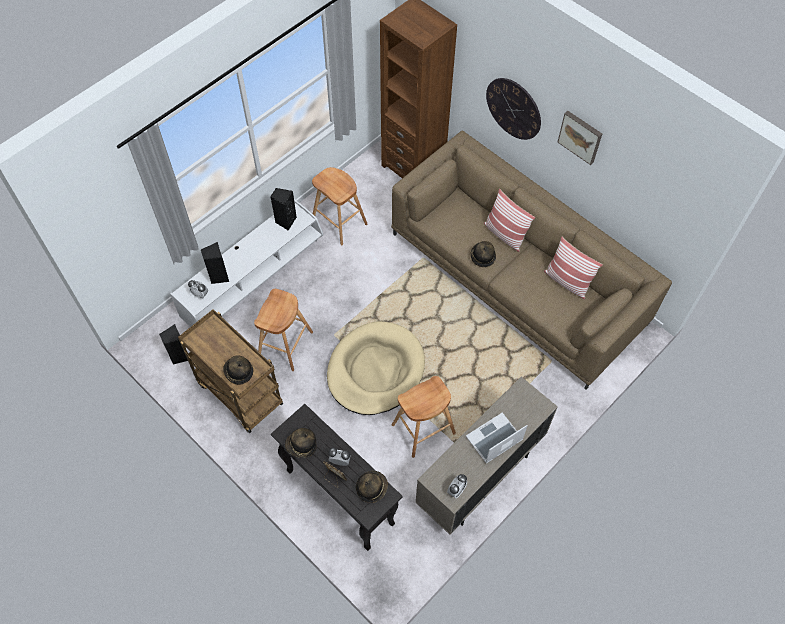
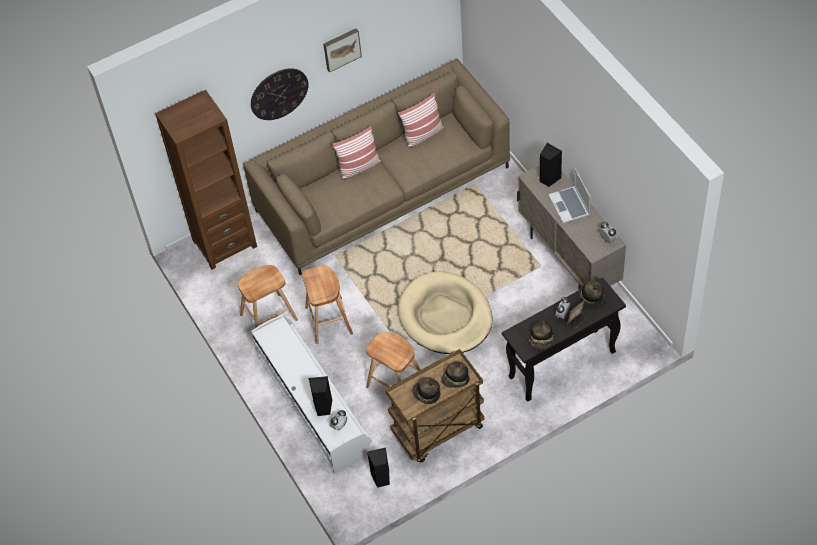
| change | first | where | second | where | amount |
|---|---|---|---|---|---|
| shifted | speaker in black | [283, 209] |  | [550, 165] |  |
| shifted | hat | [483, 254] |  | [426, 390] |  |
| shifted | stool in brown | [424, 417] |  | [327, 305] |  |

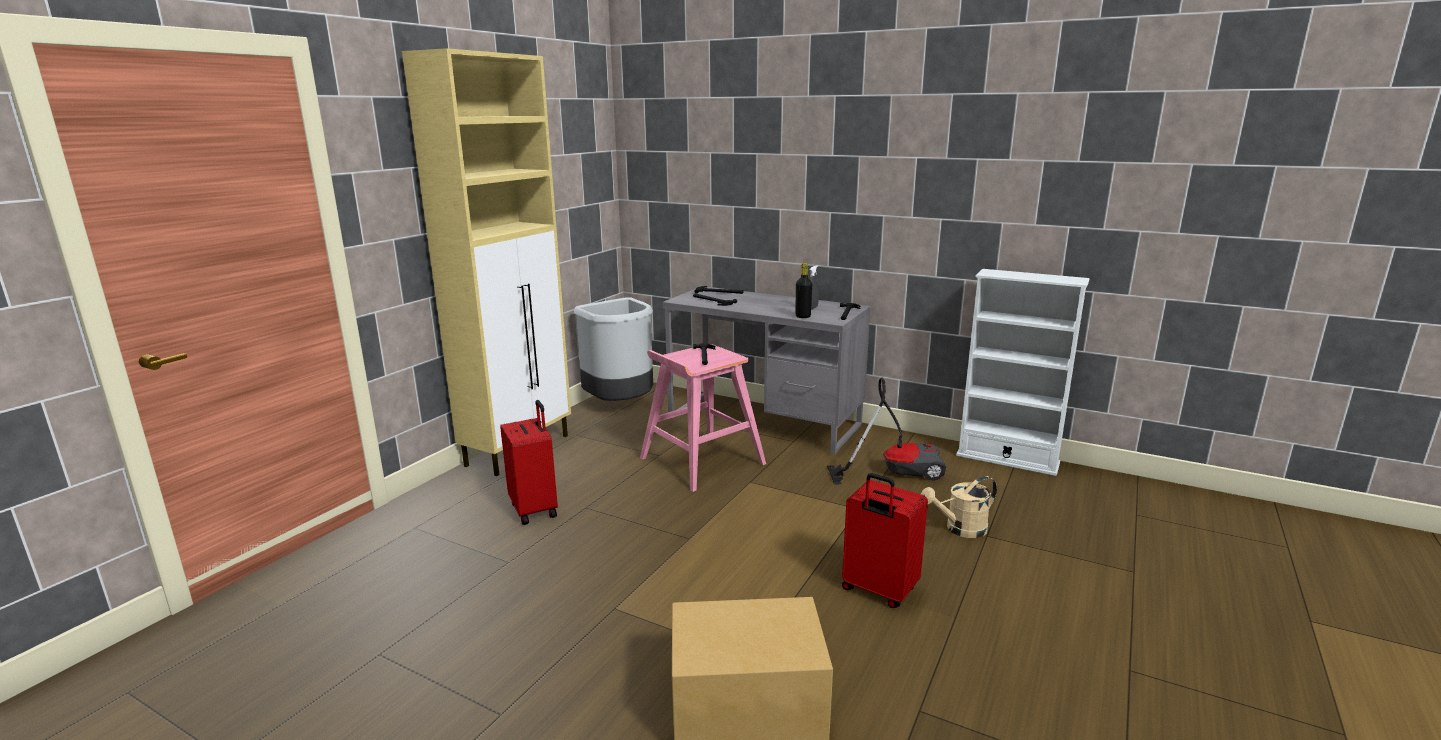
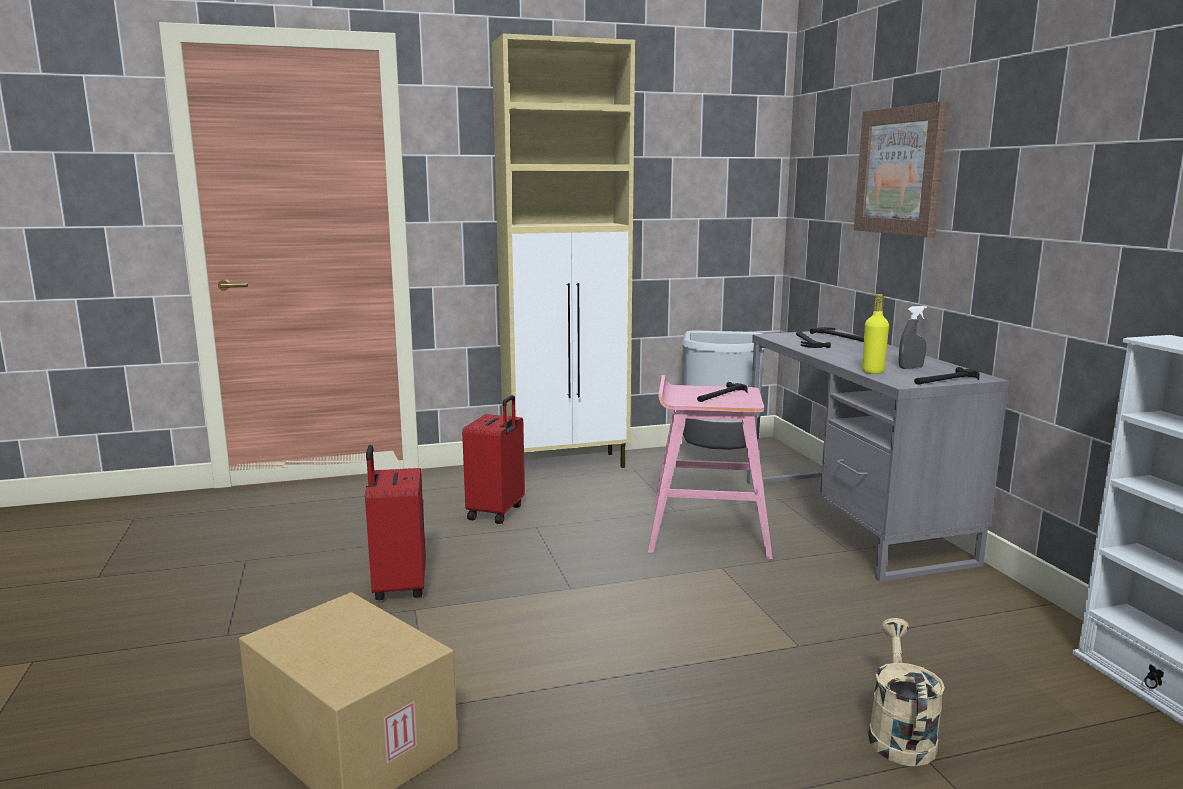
| change | first | where | second | where | amount |
|---|---|---|---|---|---|
| repainted | bottle in black | [803, 290] | bottle in yellow | [875, 334] |  |
| gone | vacuum cleaner | [886, 431] |  |  |  |
| shifted | suitcase in red | [885, 540] |  | [395, 522] |  |
| rotated | watering can in beige | [959, 507] |  | [906, 692] | 75 degrees clockwise |
| new |  |  | picture | [901, 169] |  |

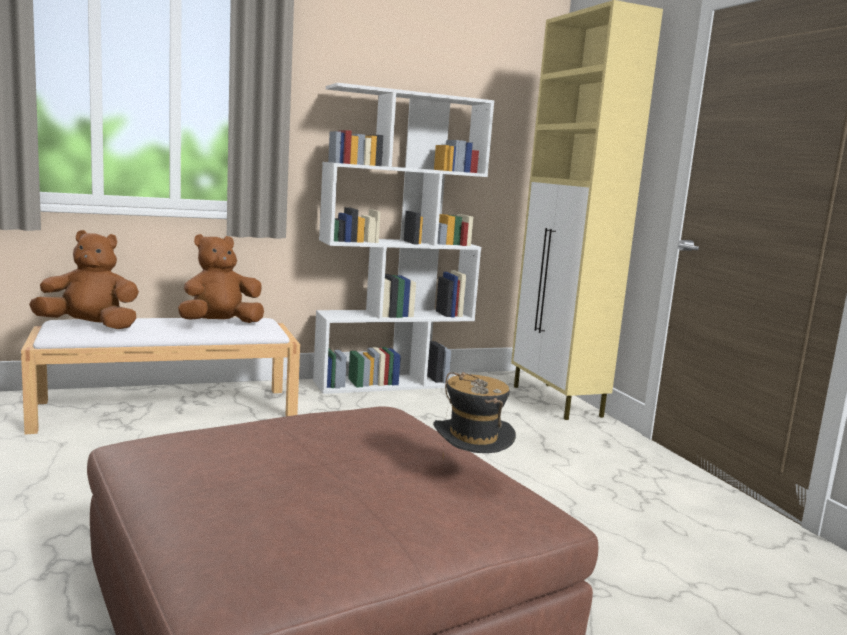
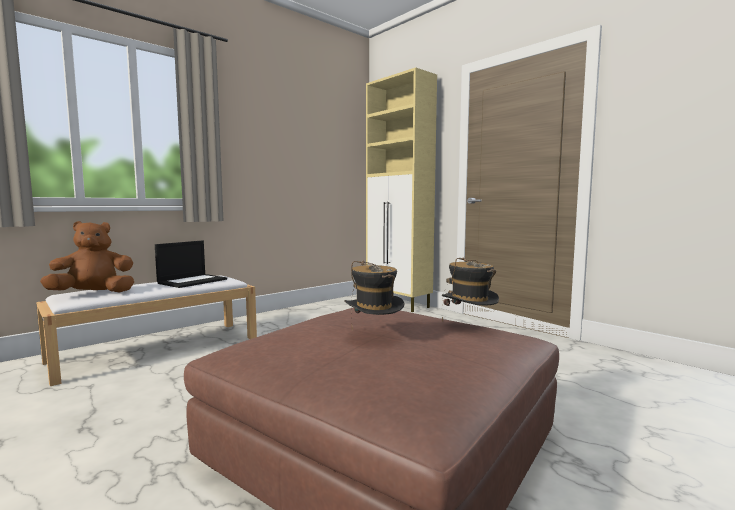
| change | first | where | second | where | amount |
|---|---|---|---|---|---|
| gone | bookcase in white | [404, 238] |  |  |  |
| swapped | plush toy in brown | [221, 278] | laptop | [191, 264] |  |
| new |  |  | hat | [374, 295] |  |

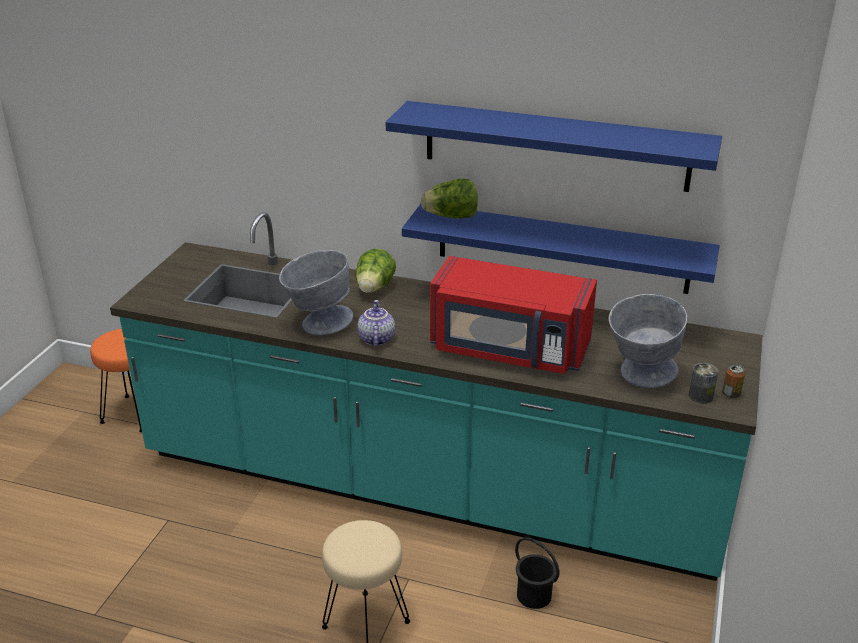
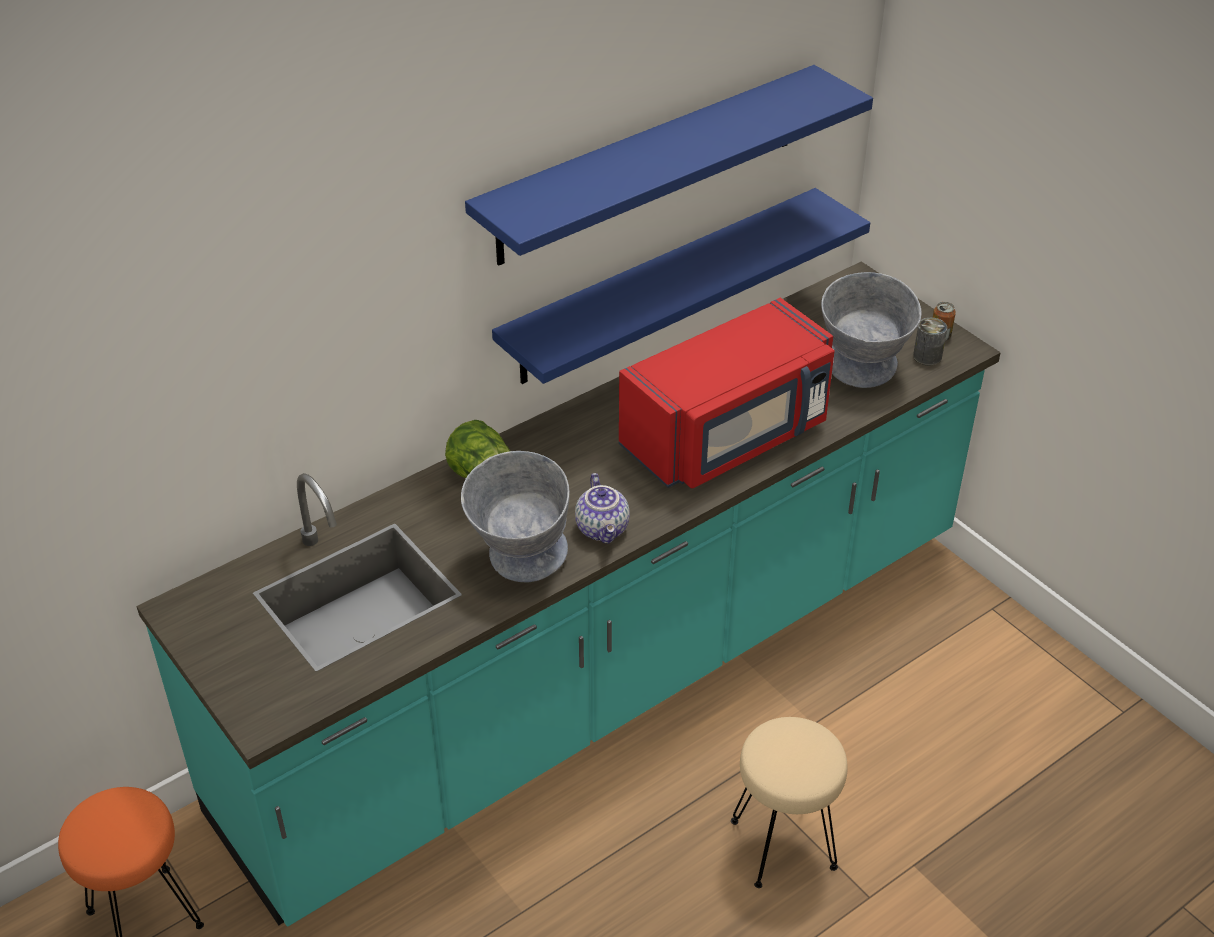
| change | first | where | second | where | amount |
|---|---|---|---|---|---|
| gone | lettuce | [449, 198] |  |  |  |
| rotated | teapot | [376, 323] |  | [602, 508] | 135 degrees counterclockwise |
| gone | bucket in black | [537, 573] |  |  |  |

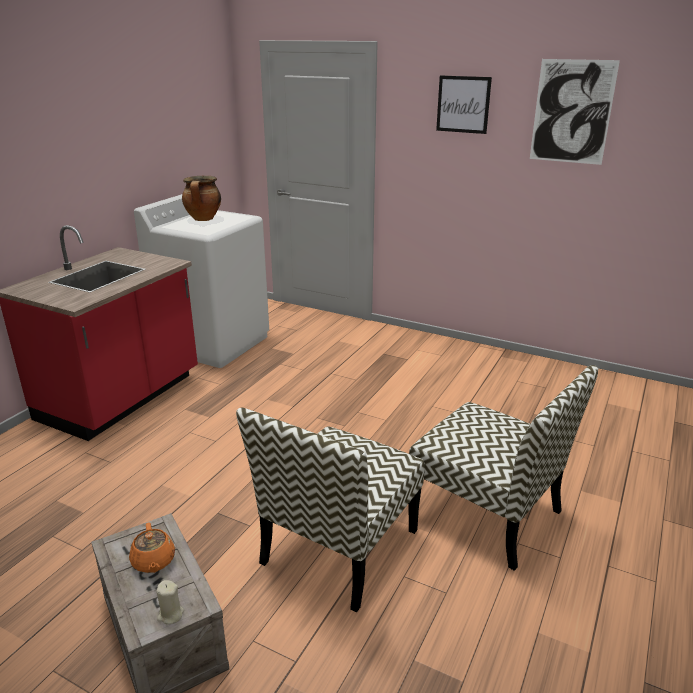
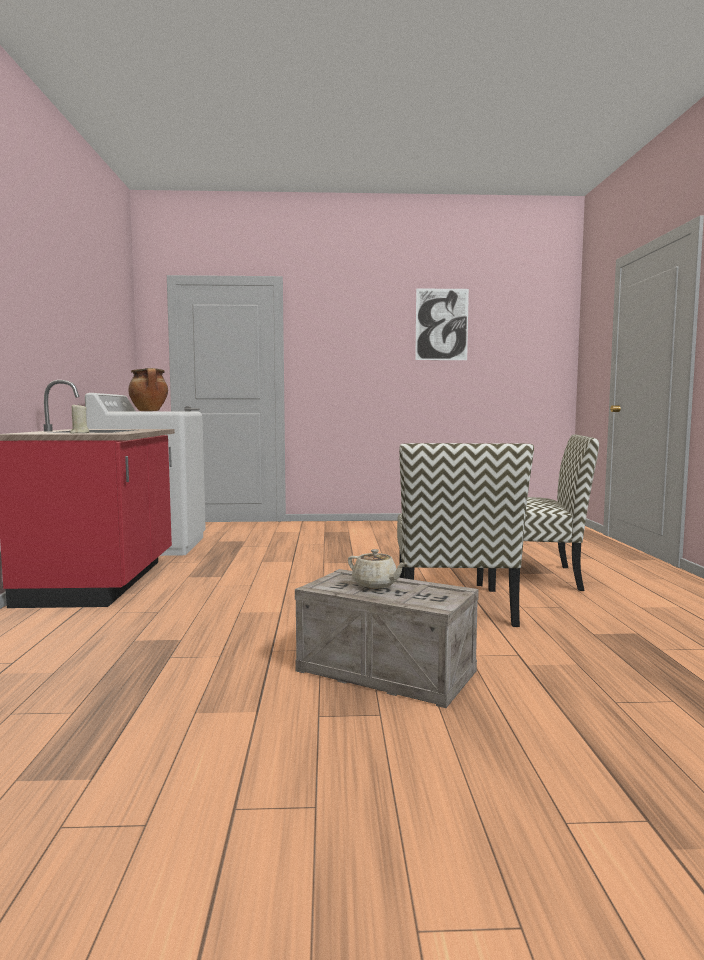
| change | first | where | second | where | amount |
|---|---|---|---|---|---|
| gone | picture | [464, 104] |  |  |  |
| repainted | teapot in orange | [152, 547] | teapot in beige | [377, 569] |  |
| shifted | candle in beige | [170, 602] |  | [79, 418] |  |

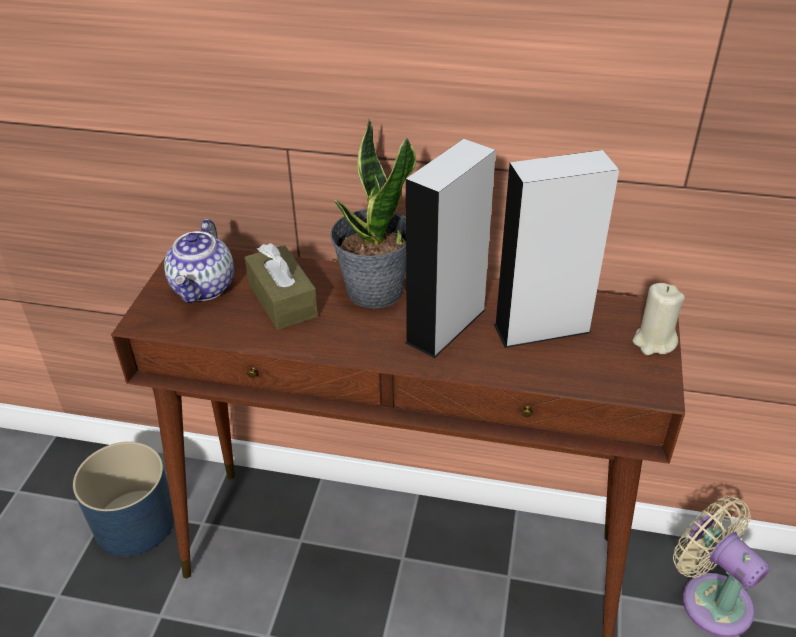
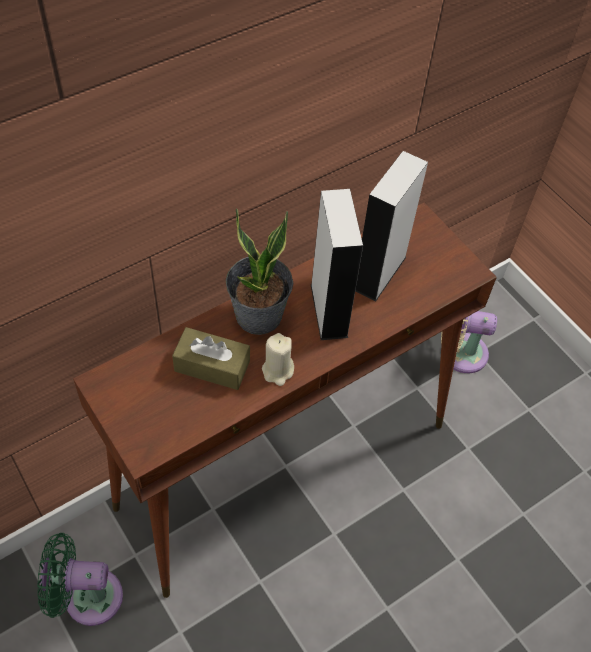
| change | first | where | second | where | amount |
|---|---|---|---|---|---|
| gone | teapot | [199, 261] |  |  |  |
| shifted | candle in beige | [659, 319] |  | [278, 359] |  |
| swapped | planter in blue | [123, 499] | fan in green | [80, 579] |  |

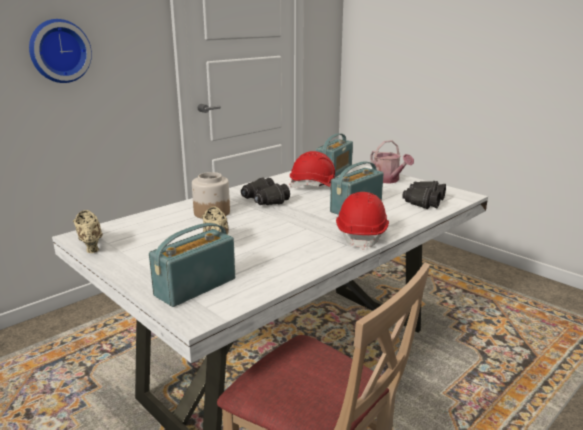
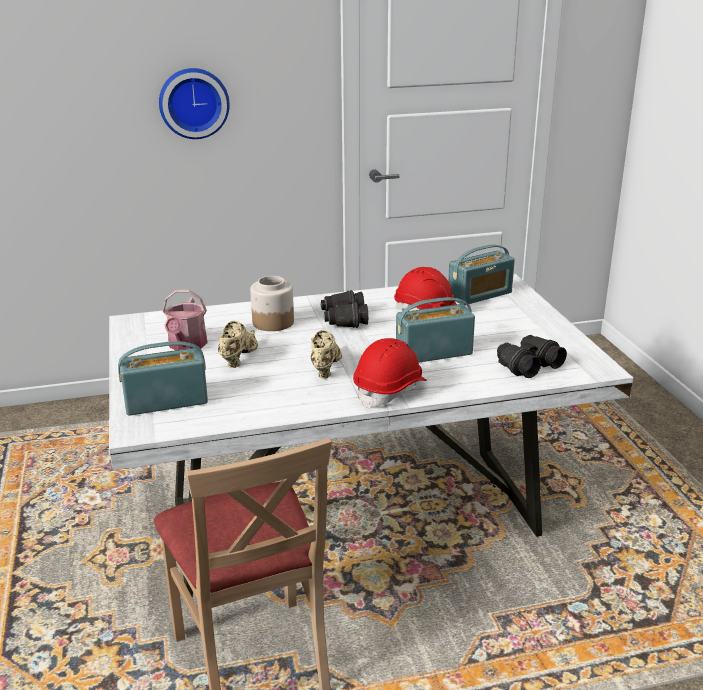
| change | first | where | second | where | amount |
|---|---|---|---|---|---|
| shifted | watering can | [392, 162] |  | [185, 320] |  |
| shifted | shoe in beige | [88, 231] |  | [326, 354] |  |

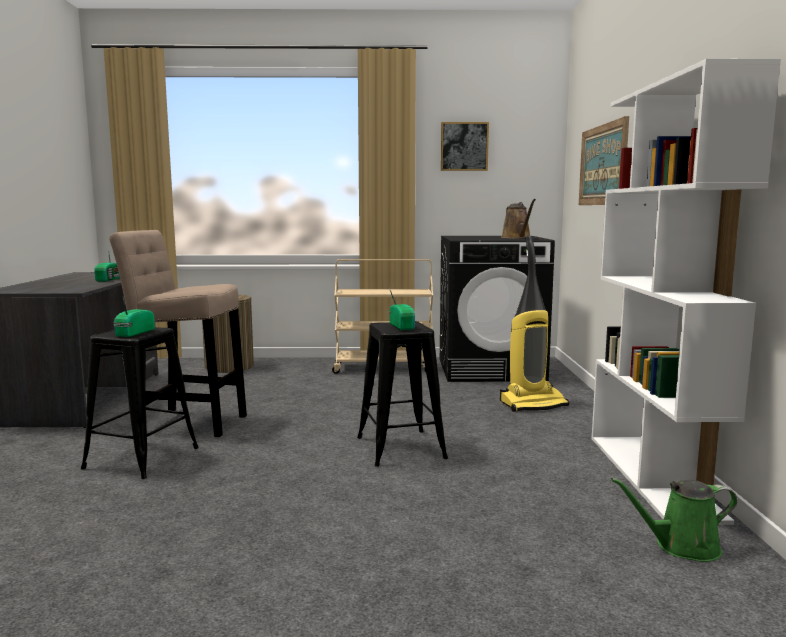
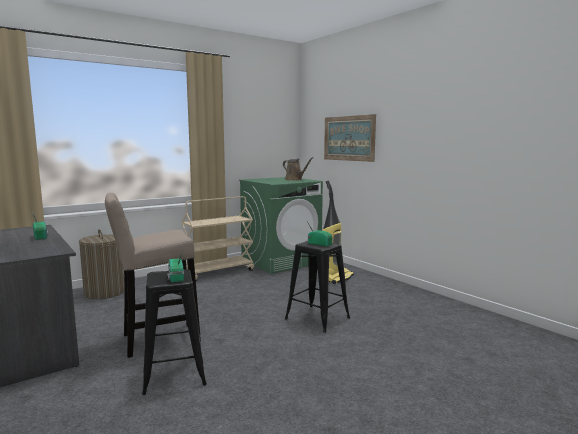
| change | first | where | second | where | amount |
|---|---|---|---|---|---|
| gone | bookcase in white | [686, 292] |  |  |  |
| gone | picture | [465, 146] |  |  |  |
| repainted | washing machine in black | [497, 309] | washing machine in green | [281, 225] |  |
| gone | watering can in green | [674, 520] |  |  |  |

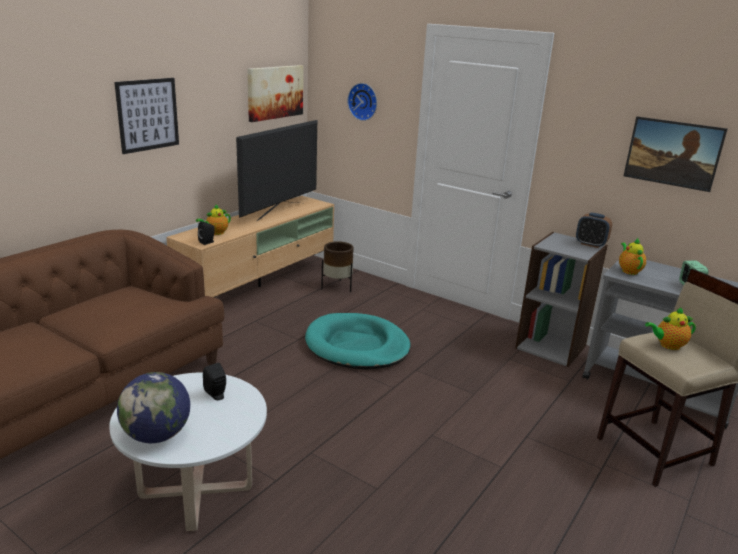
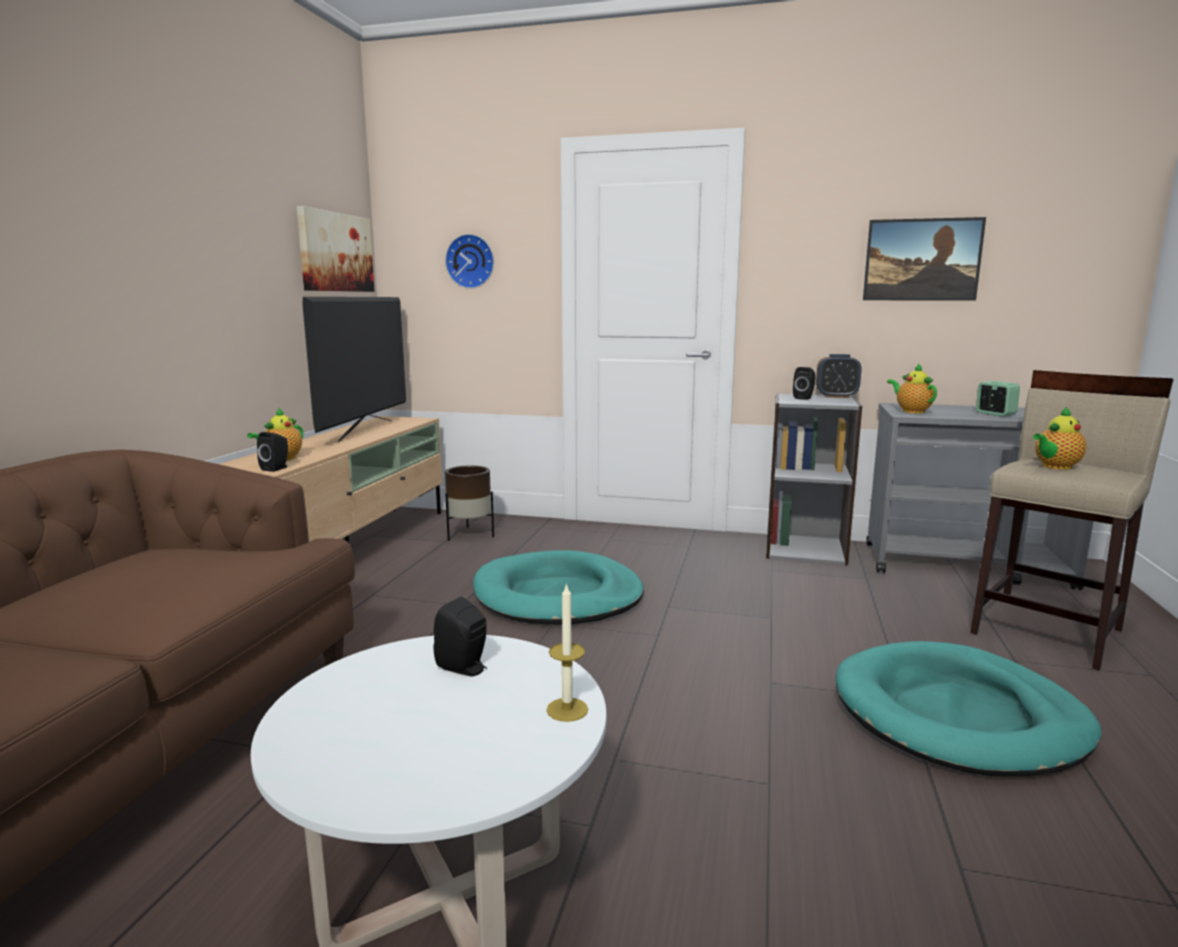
| change | first | where | second | where | amount |
|---|---|---|---|---|---|
| gone | picture | [146, 116] |  |  |  |
| gone | globe | [153, 407] |  |  |  |
| new |  |  | speaker in black | [804, 383] |  |
| new |  |  | candle | [567, 652] |  |
| new |  |  | dog bed in turquoise | [969, 709] |  |

